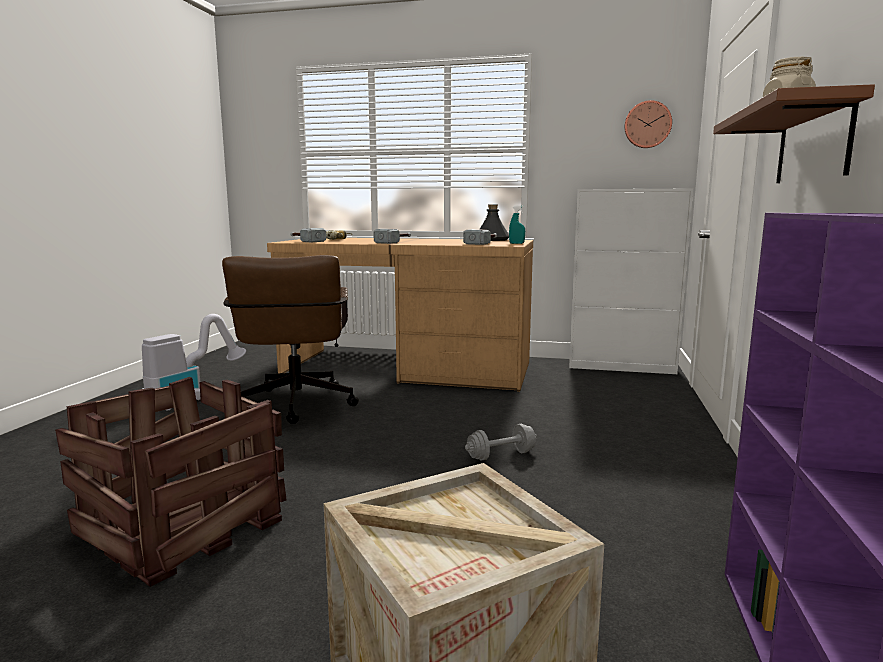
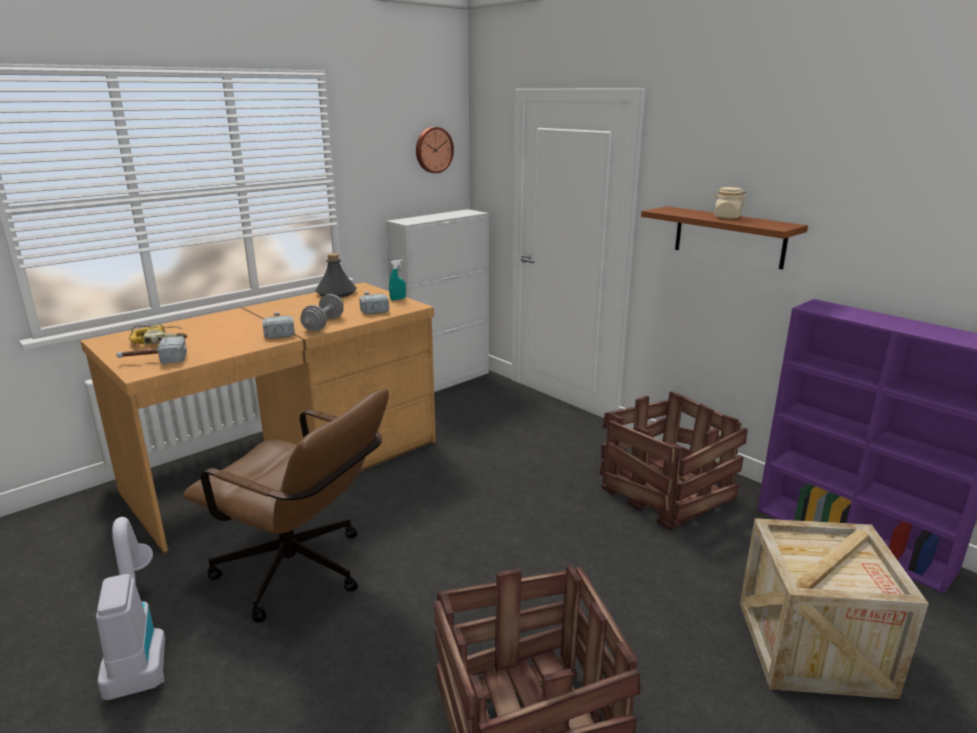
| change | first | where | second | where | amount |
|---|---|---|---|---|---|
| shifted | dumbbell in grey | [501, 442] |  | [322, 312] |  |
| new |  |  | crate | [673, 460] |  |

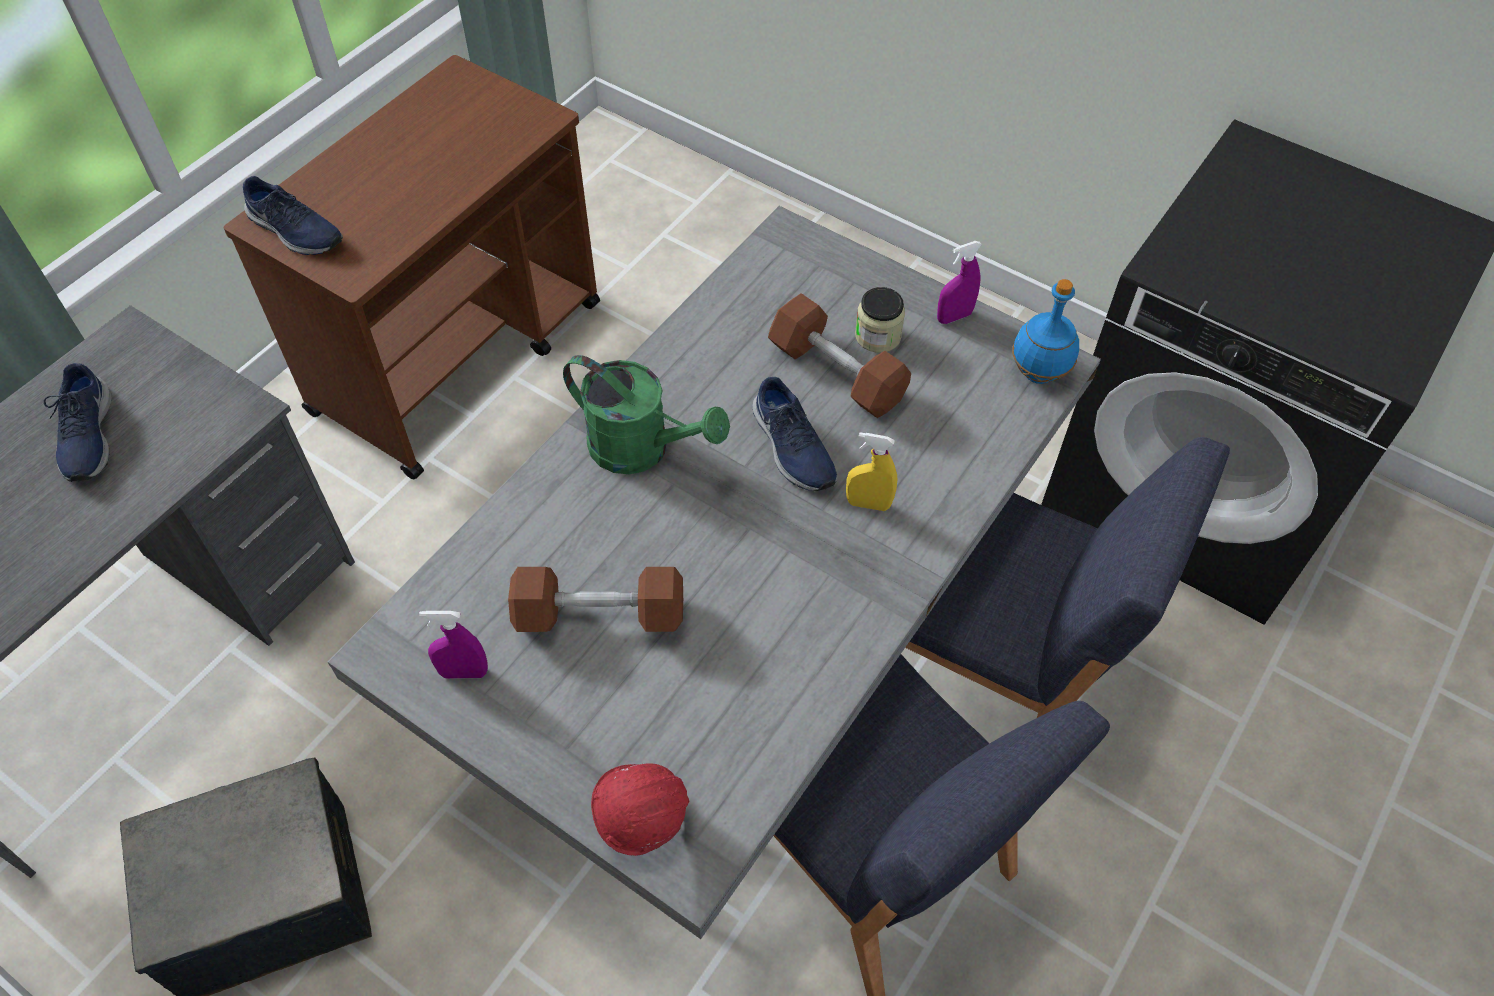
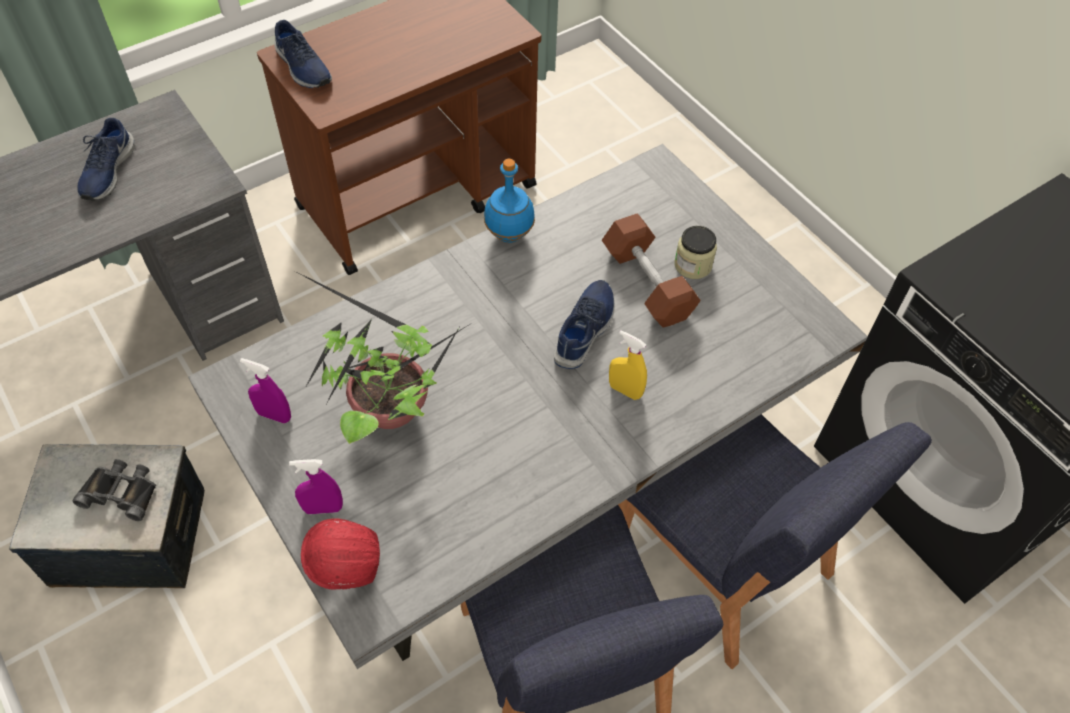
| change | first | where | second | where | amount |
|---|---|---|---|---|---|
| shifted | spray bottle in purple | [959, 282] |  | [316, 486] |  |
| shifted | bottle in blue | [1045, 331] |  | [509, 201] |  |
| gone | watering can in green | [646, 414] |  |  |  |
| rotated | shoe in blue | [795, 434] |  | [584, 324] | 150 degrees counterclockwise |
| swapped | dumbbell in brown | [595, 599] | potted plant | [385, 357] |  |
| new |  |  | binoculars in black | [114, 490] |  |

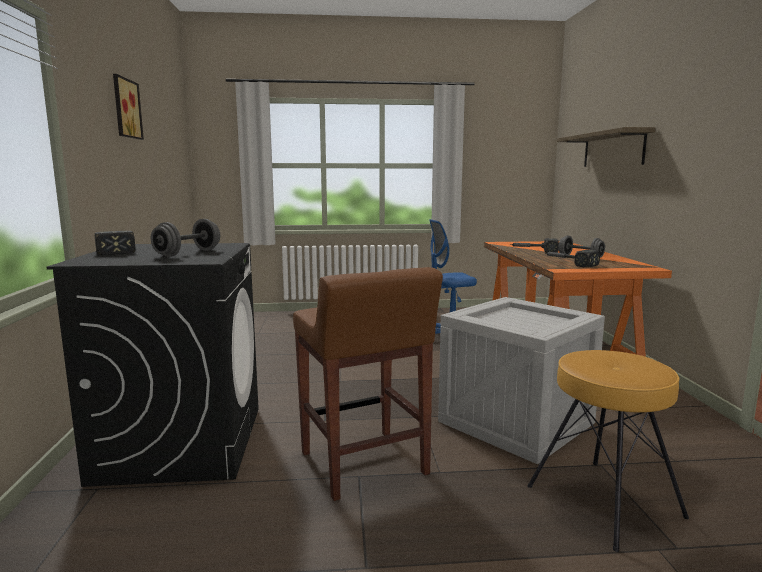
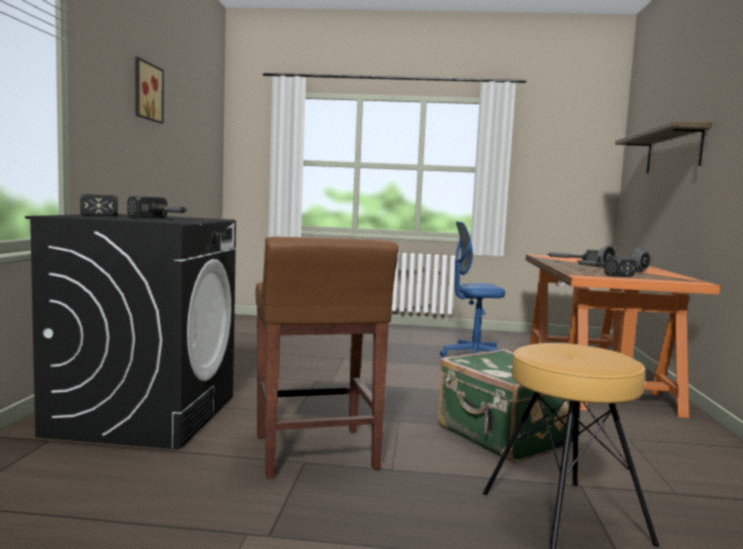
| change | first | where | second | where | amount |
|---|---|---|---|---|---|
| swapped | dumbbell in grey | [185, 238] | hammer | [156, 207] |  |
| swapped | crate | [521, 380] | suitcase in green | [509, 406] |  |

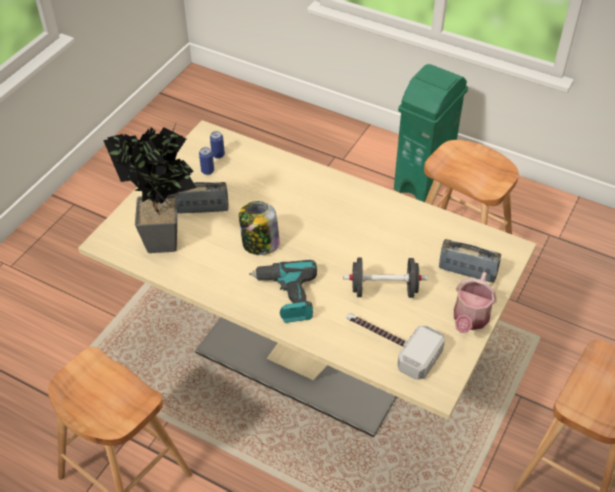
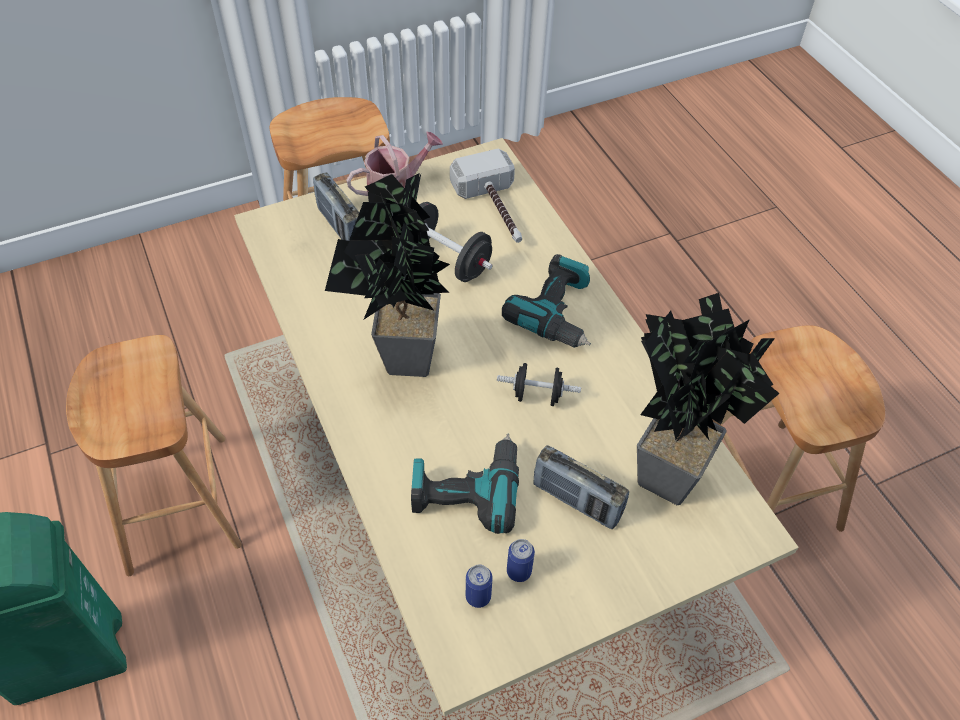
| change | first | where | second | where | amount |
|---|---|---|---|---|---|
| swapped | jar | [259, 228] | dumbbell in black | [539, 384] |  |
| new |  |  | potted plant | [387, 275] |  |
| new |  |  | power drill | [465, 484] |  |

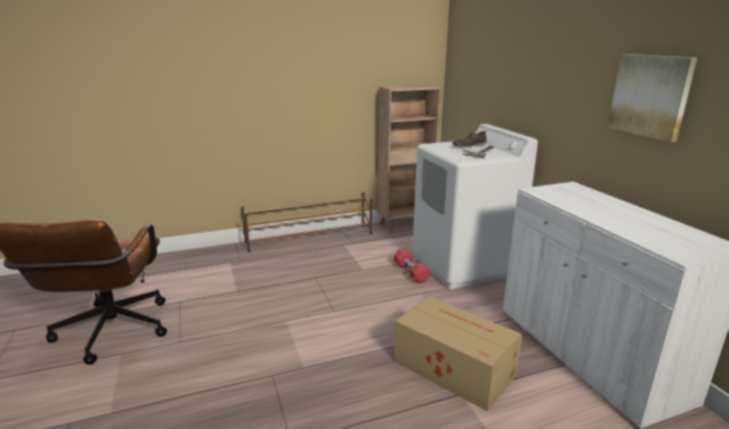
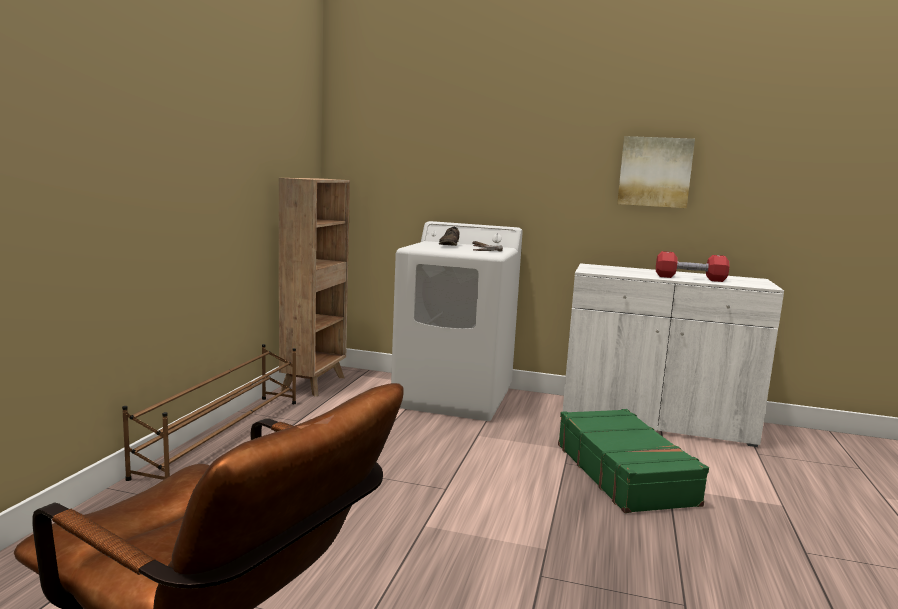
| change | first | where | second | where | amount |
|---|---|---|---|---|---|
| shifted | dumbbell in red | [412, 265] |  | [693, 266] |  |
| swapped | cardboard box | [458, 353] | suitcase in green | [633, 461] |  |

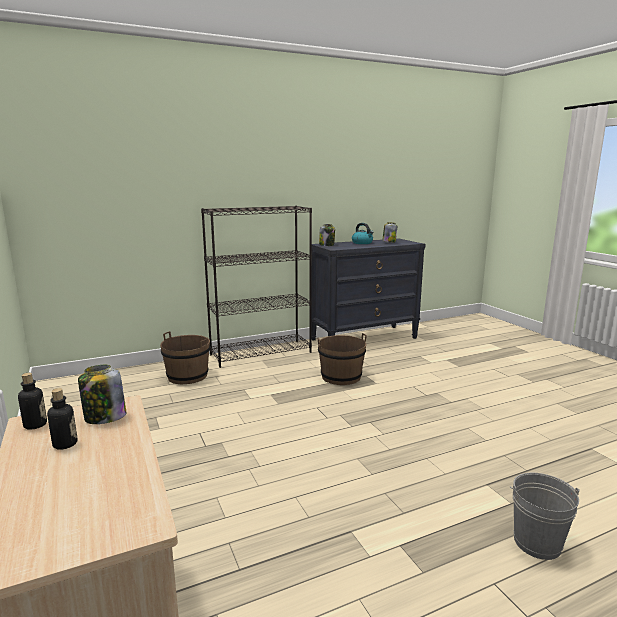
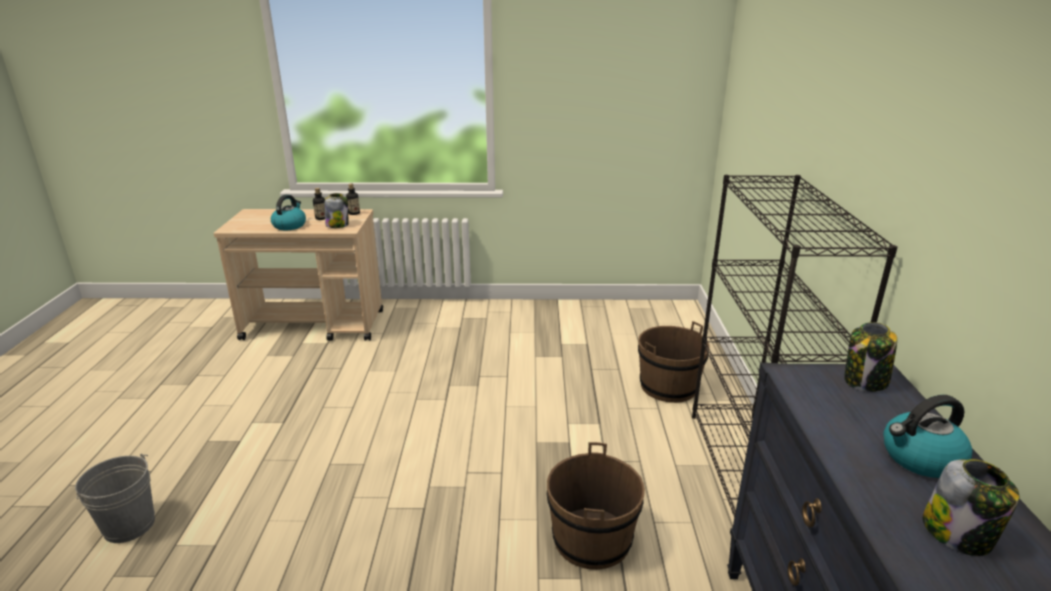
| change | first | where | second | where | amount |
|---|---|---|---|---|---|
| new |  |  | kettle | [288, 212] |  |

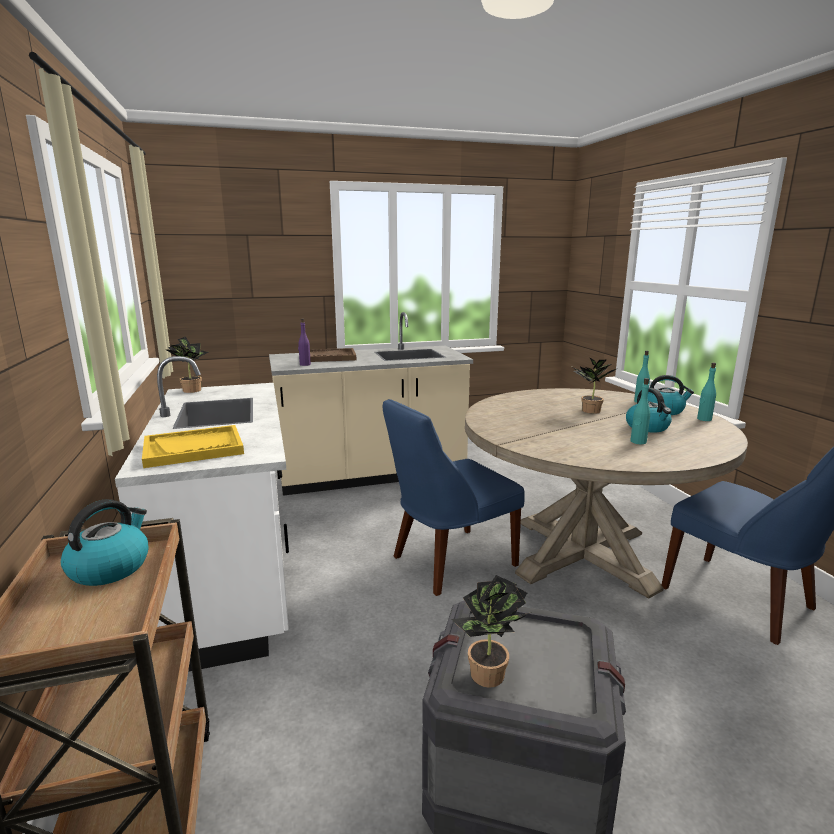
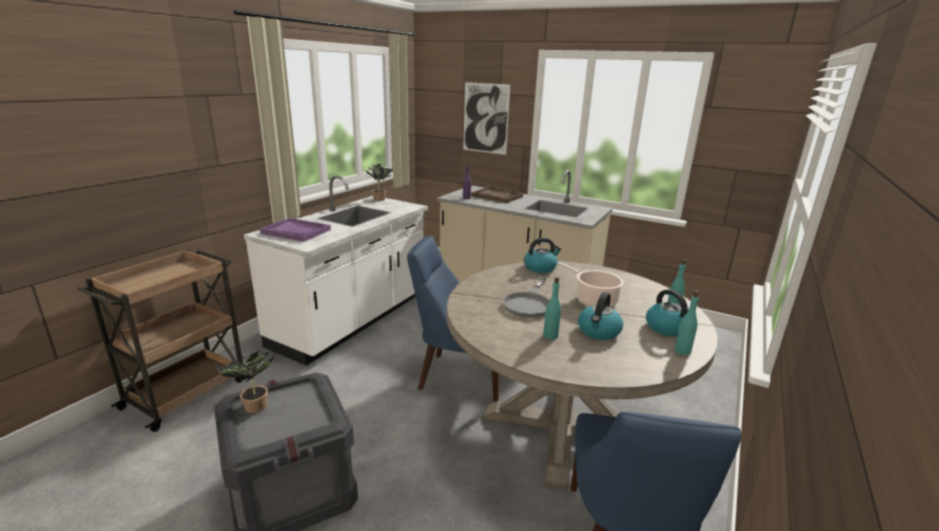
| change | first | where | second | where | amount |
|---|---|---|---|---|---|
| swapped | potted plant | [593, 385] | cooking pot | [590, 284] |  |
| repainted | tray in yellow | [193, 446] | tray in purple | [295, 230] |  |
| shifted | kettle | [104, 542] |  | [542, 255] |  |
| new |  |  | picture | [486, 118] |  |
| new |  |  | frying pan in grey | [526, 297] |  |

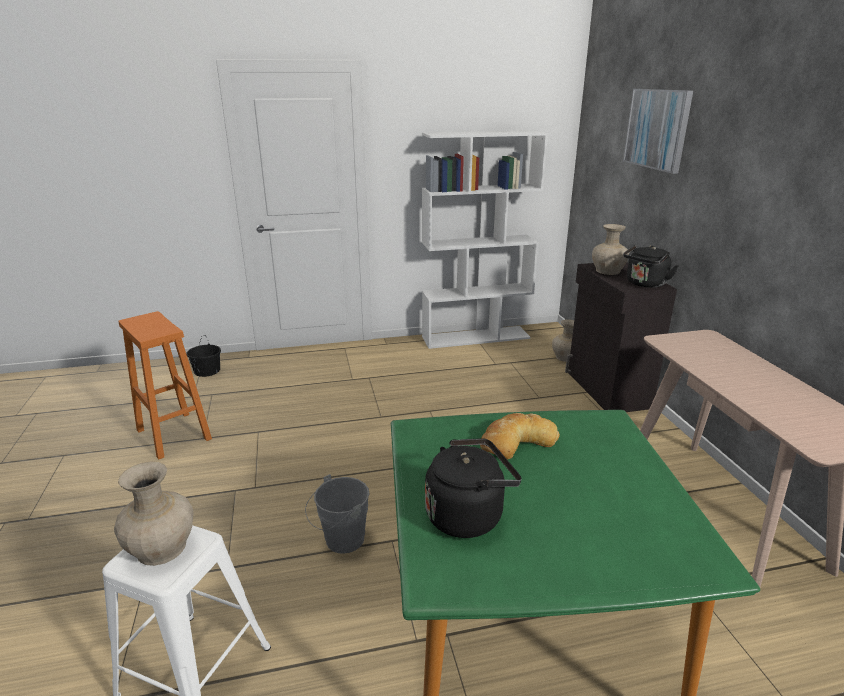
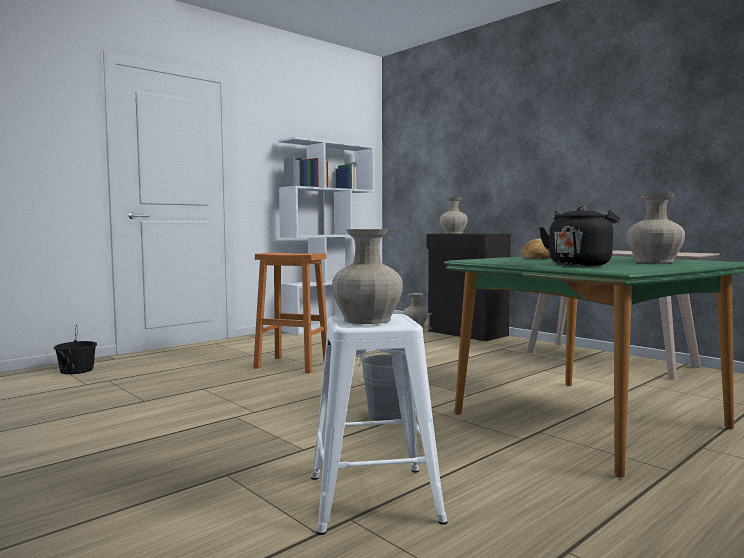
| change | first | where | second | where | amount |
|---|---|---|---|---|---|
| gone | picture | [658, 131] |  |  |  |
| gone | kettle in black | [650, 266] |  |  |  |
| shifted | stool in orange | [165, 385] |  | [290, 312] |  |
| new |  |  | vase in beige | [656, 228] |  |

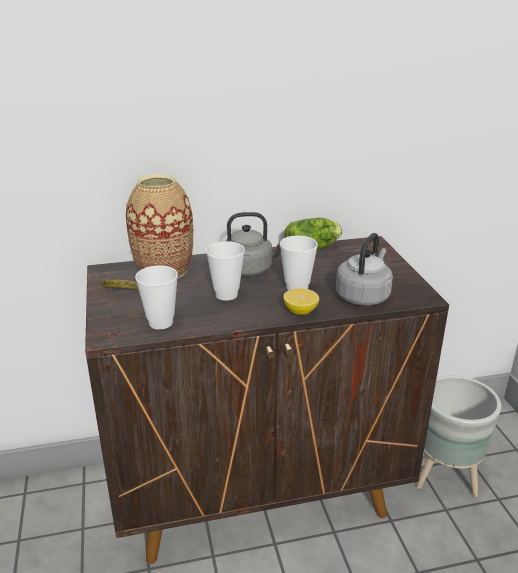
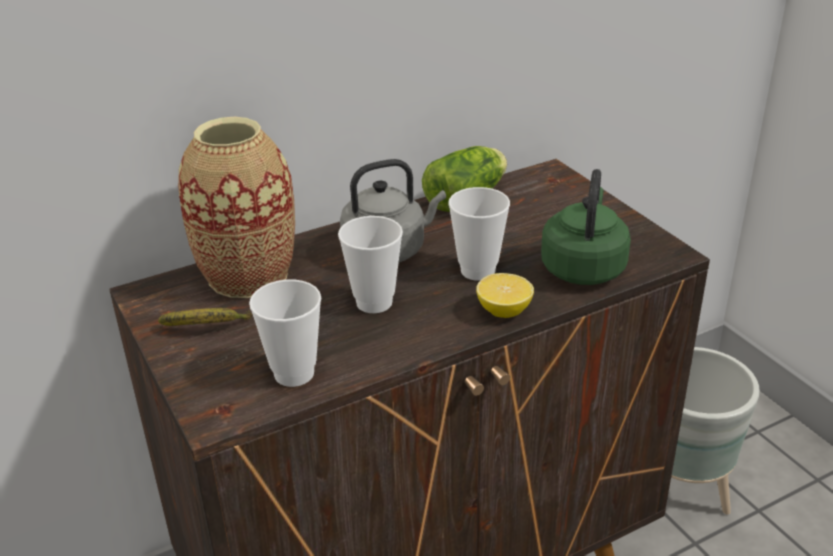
| change | first | where | second | where | amount |
|---|---|---|---|---|---|
| repainted | kettle in grey | [364, 269] | kettle in green | [586, 227] |  |

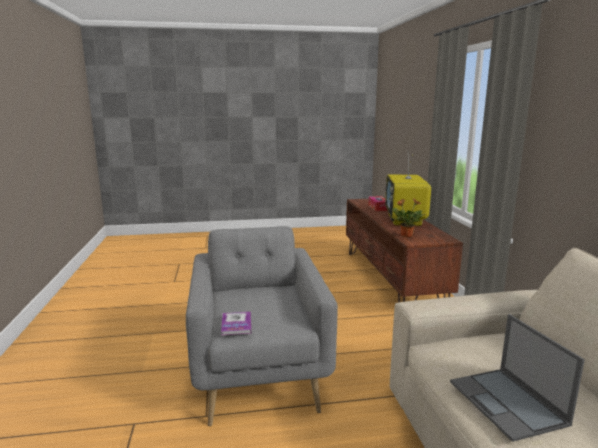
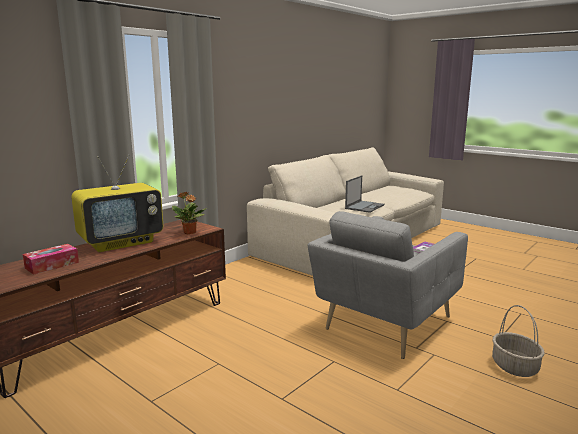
| change | first | where | second | where | amount |
|---|---|---|---|---|---|
| new |  |  | basket | [518, 341] |  |

